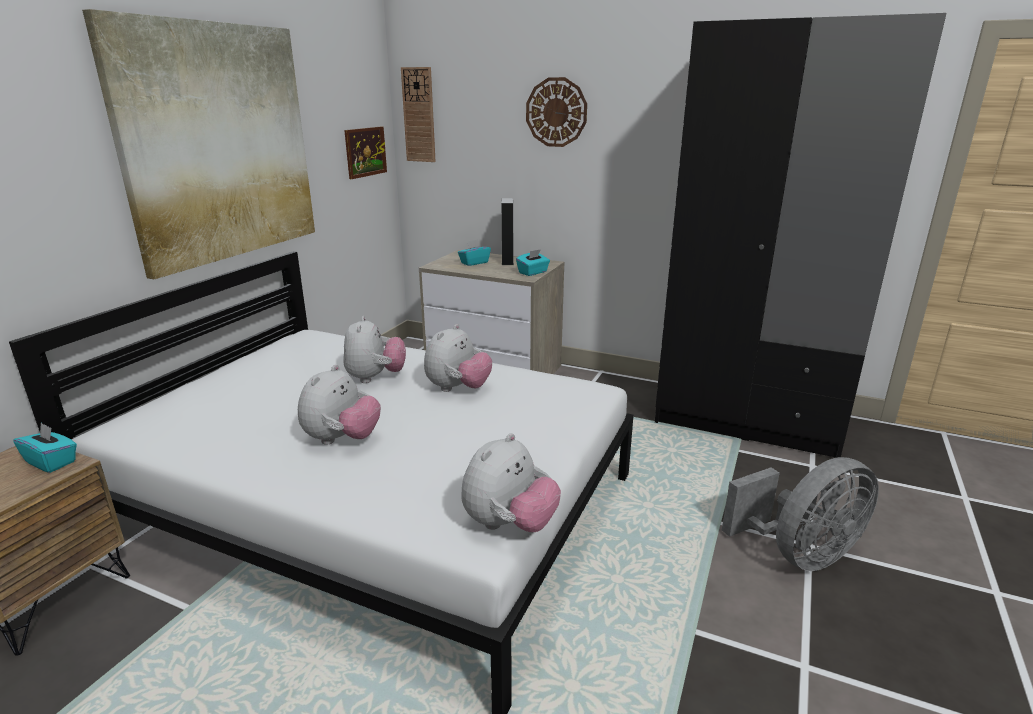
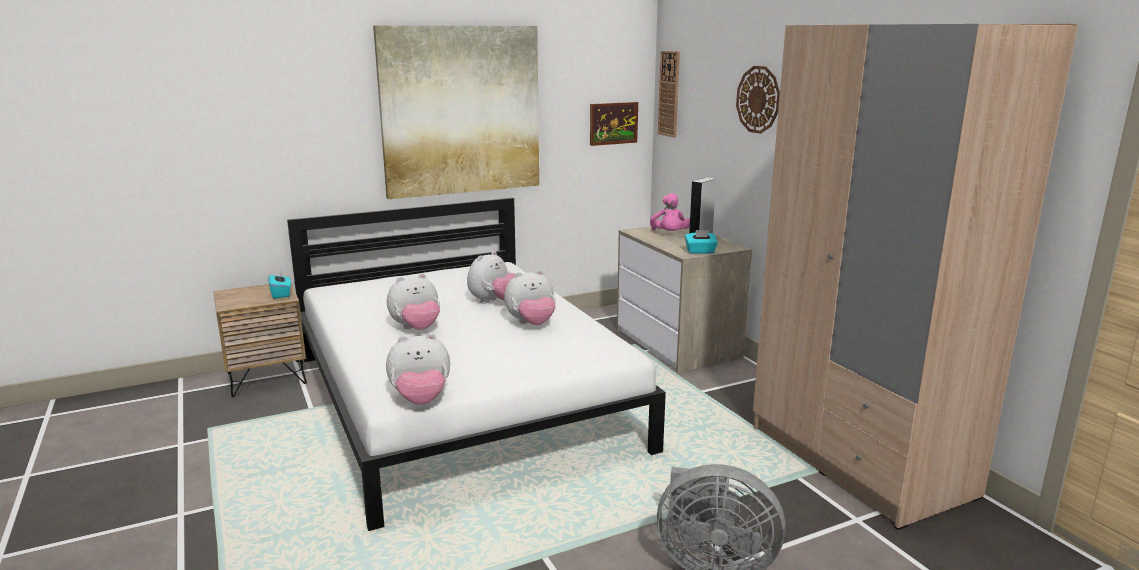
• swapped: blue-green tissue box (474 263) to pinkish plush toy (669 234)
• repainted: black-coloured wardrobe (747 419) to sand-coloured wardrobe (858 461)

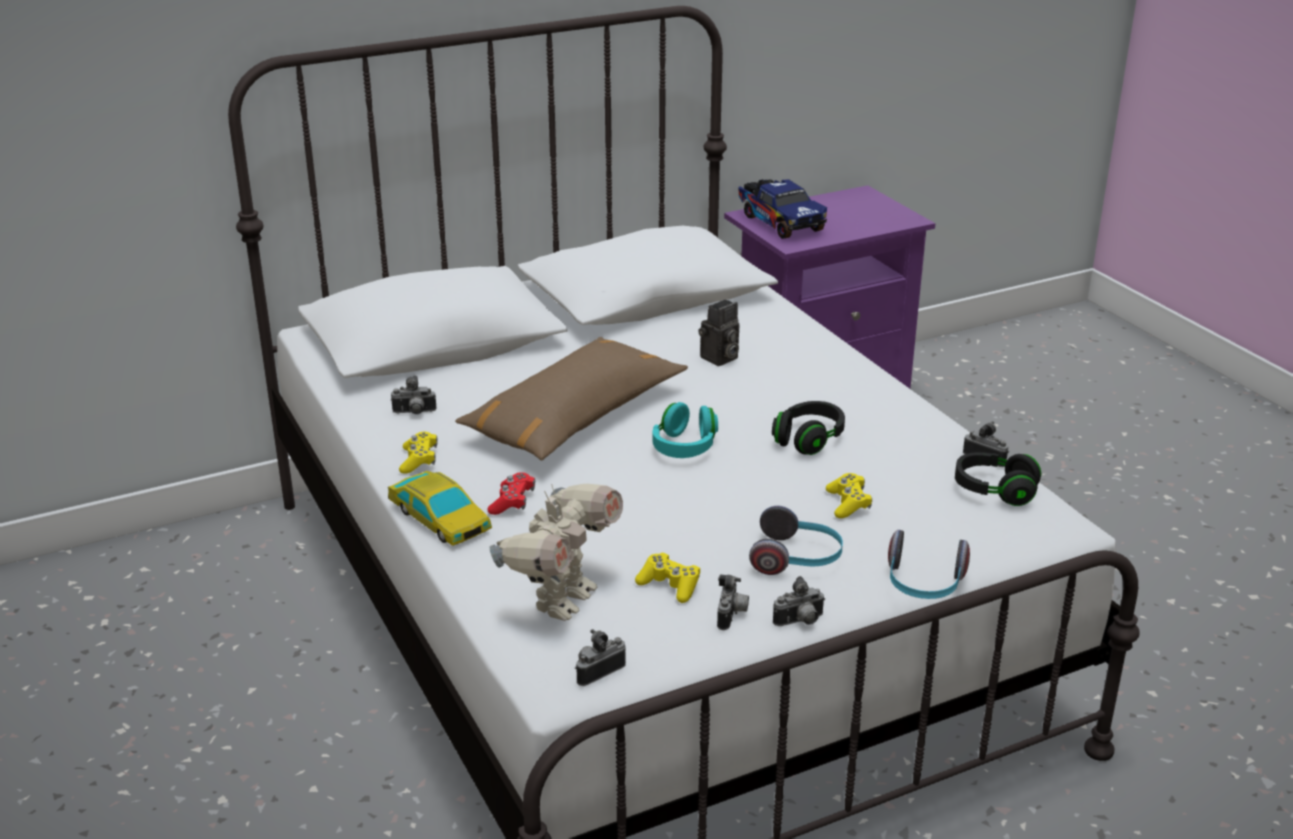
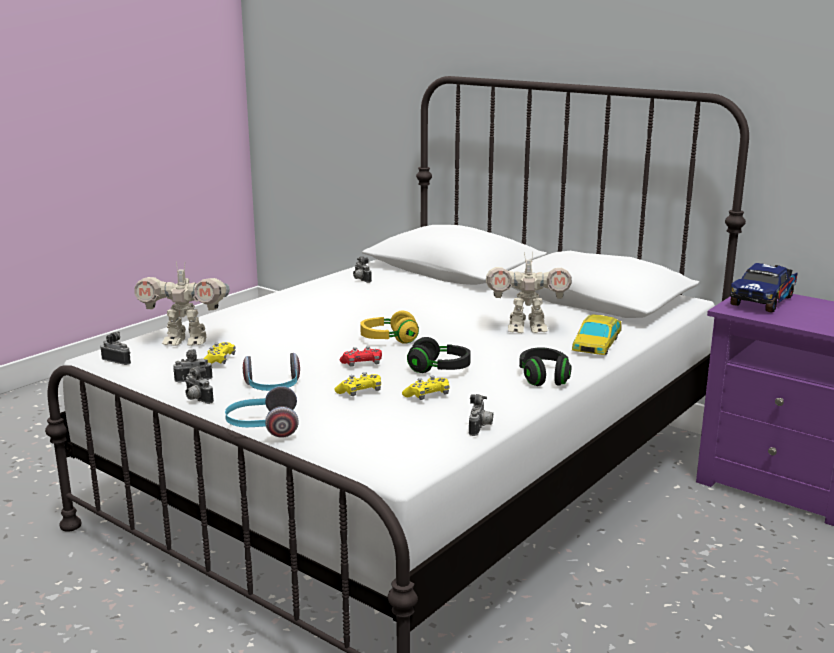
• shifted: red game controller (512 502) to (362 364)
• repainted: blue-green headset (684 447) to yellow headset (389 340)
• shifted: yellow game controller (419 460) to (427 396)
• swapped: photo camera (719 359) to toy robot (526 329)
• shifted: black-coloured headset (994 491) to (544 377)
• shifted: toy car (439 518) to (597 344)
• gone: brownish throw pillow (574 417)

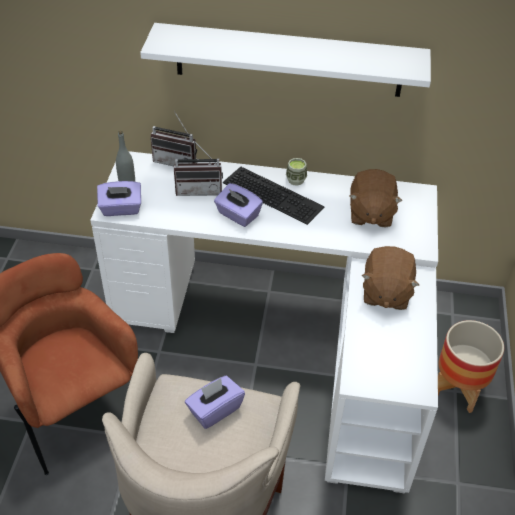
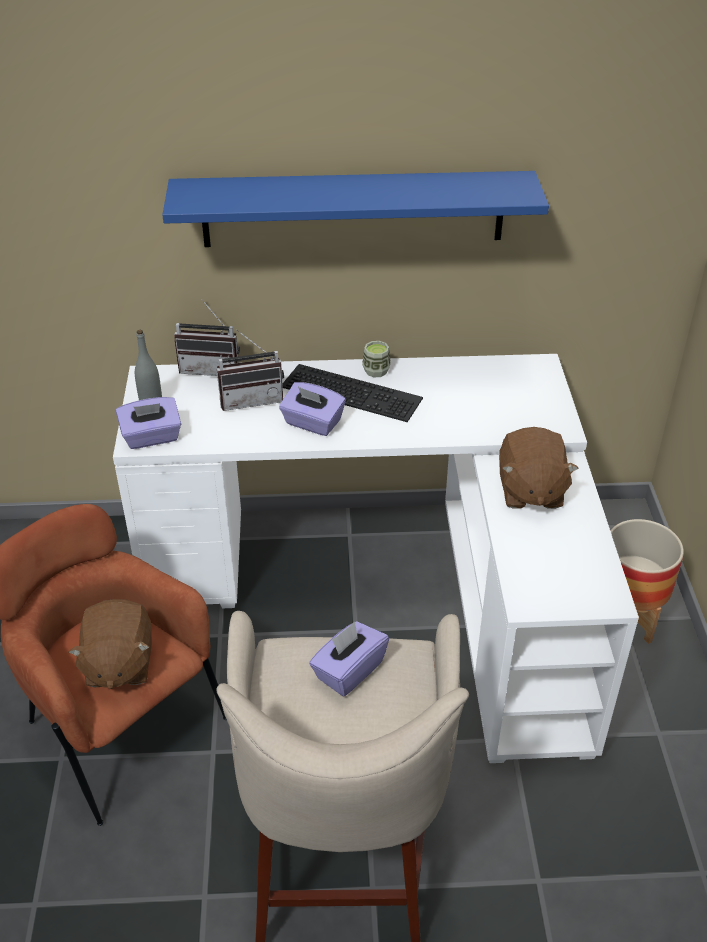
• shifted: brownish plush toy (370 213) to (118 664)
• repainted: whitish bracket shelf (288 60) to bluish bracket shelf (353 209)

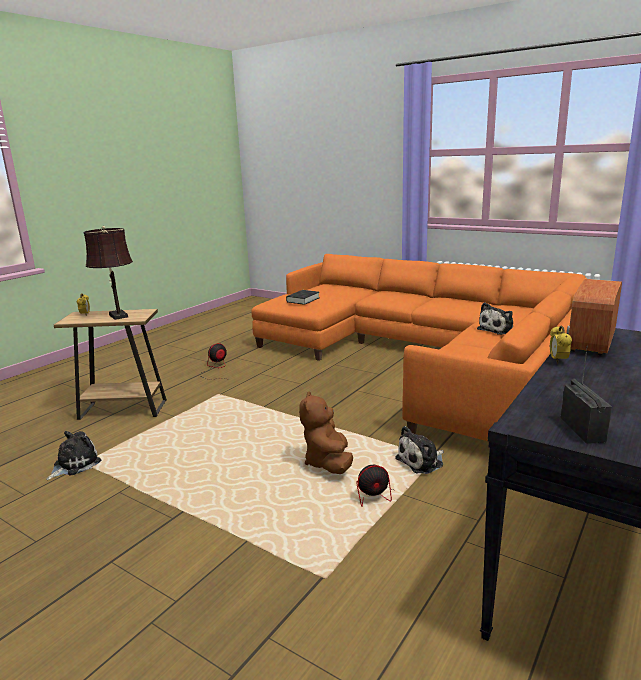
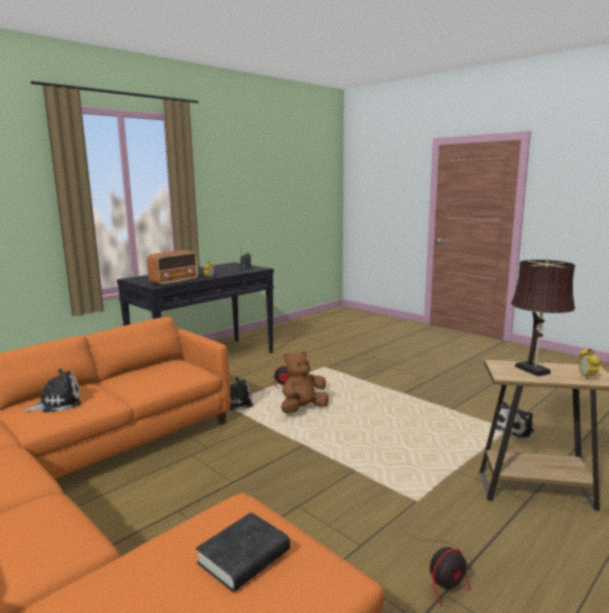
• rotated: brownish plush toy (328 463) = (303 409) 135 degrees counterclockwise

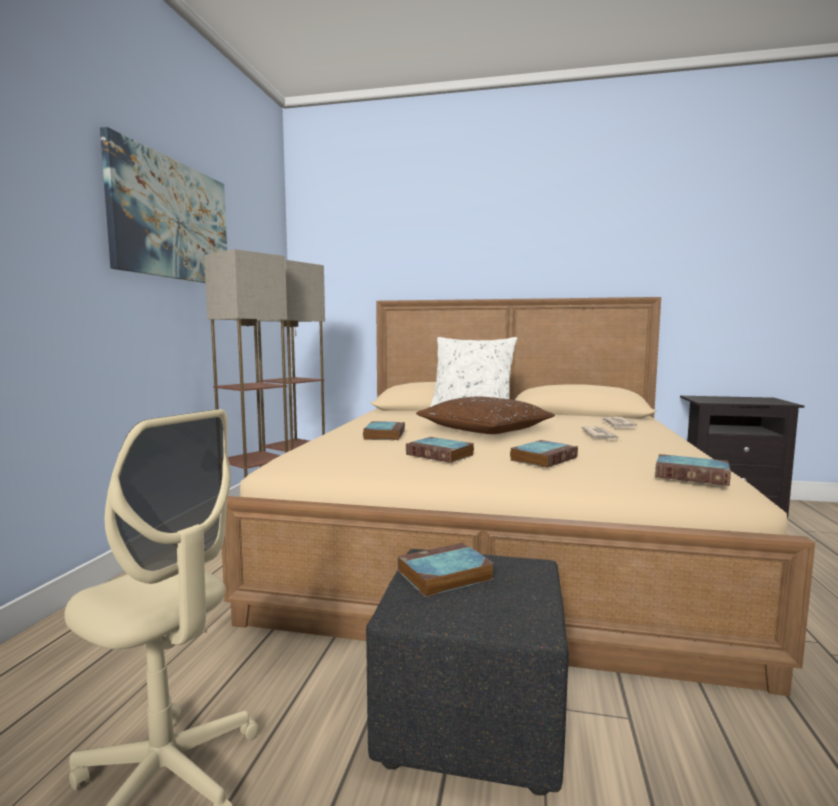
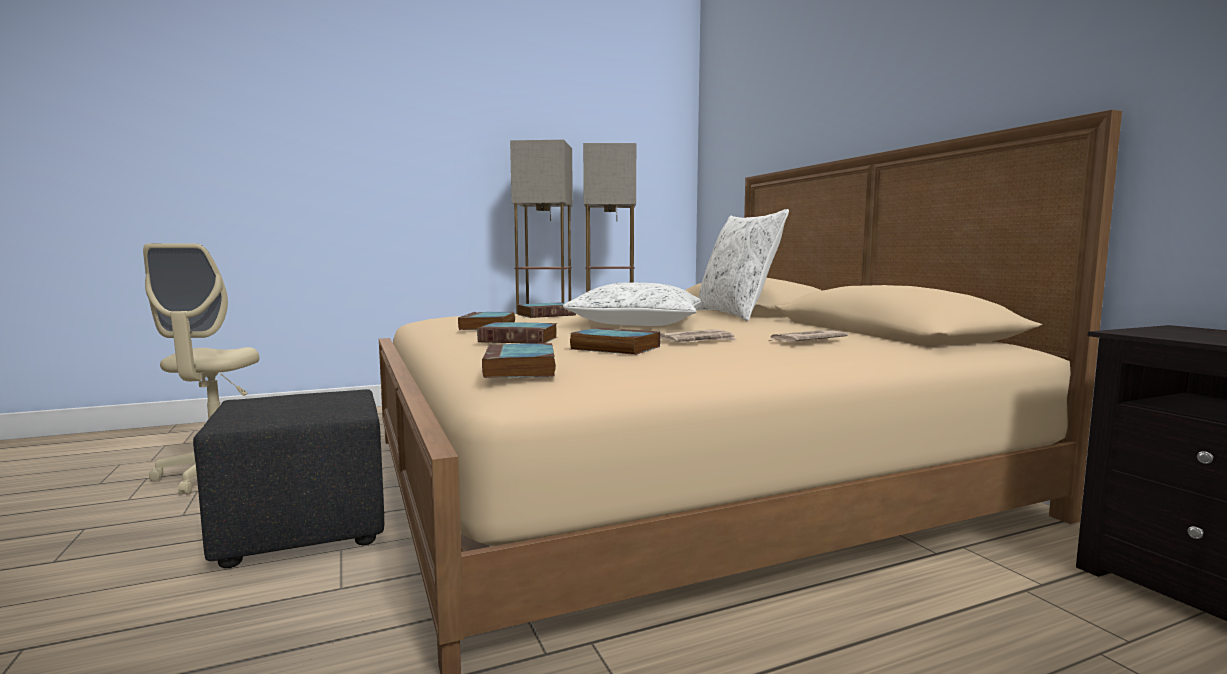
• repainted: brownish throw pillow (484 429) to whitish throw pillow (637 323)
• shifted: volume (443 576) to (613 348)
• gone: wall picture (172 220)

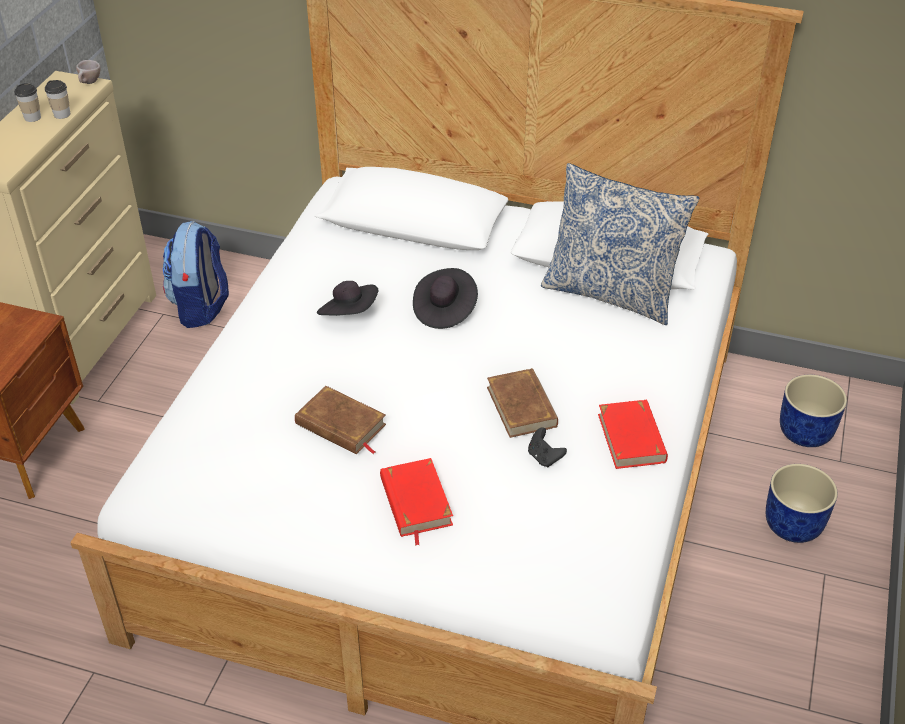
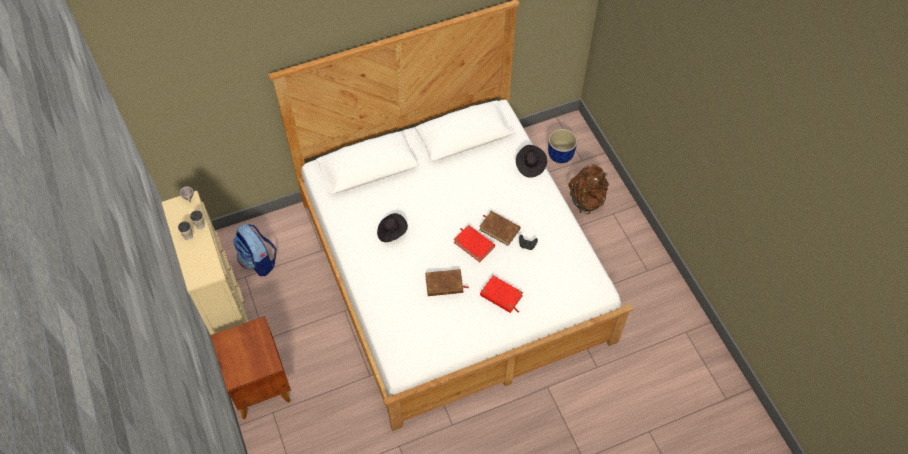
• shifted: red volume (632 438) to (474 244)
• shifted: black-coloured clothing hat (444 310) to (530 165)
• swapped: bluish plant pot (793 523) to brownish knapsack (587 199)
• gone: throw pillow (611 293)

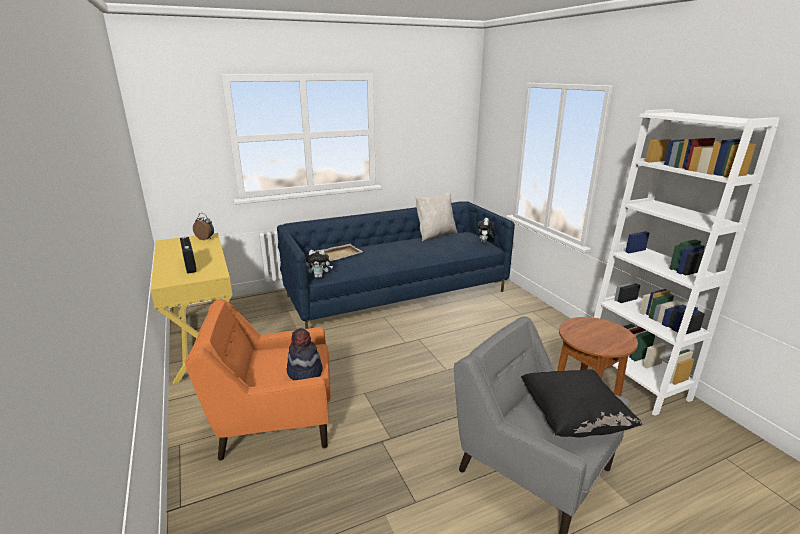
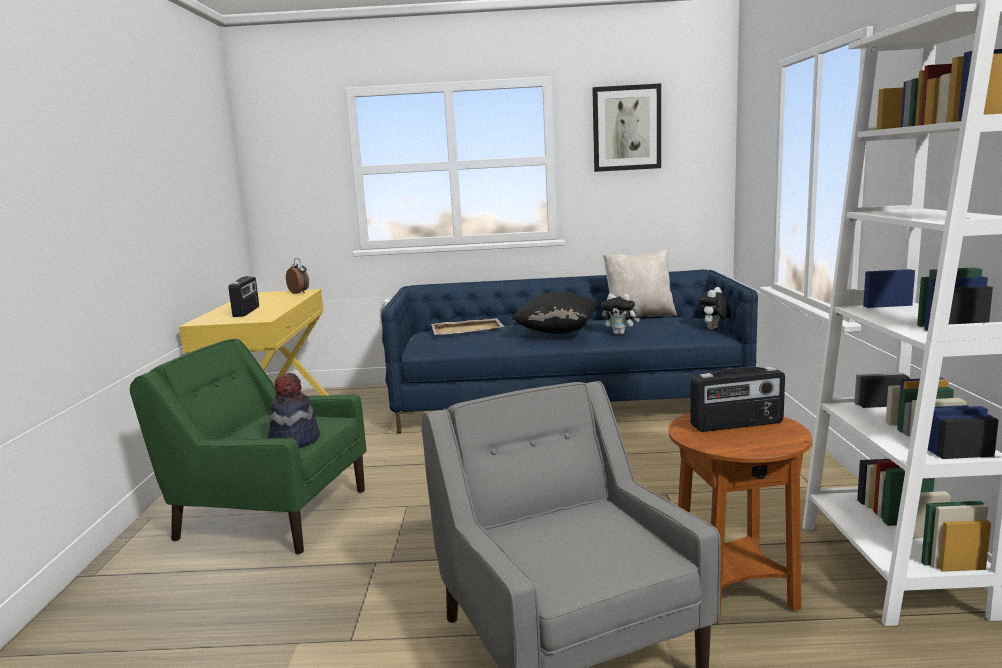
• repainted: orange lounge chair (274 420) to greenish lounge chair (270 514)
• shifted: black-coloured throw pillow (573 419) to (557 331)
• new: wall picture (626 128)
• shifted: plush toy (319 276) to (620 334)
• new: radio receiver (737 425)

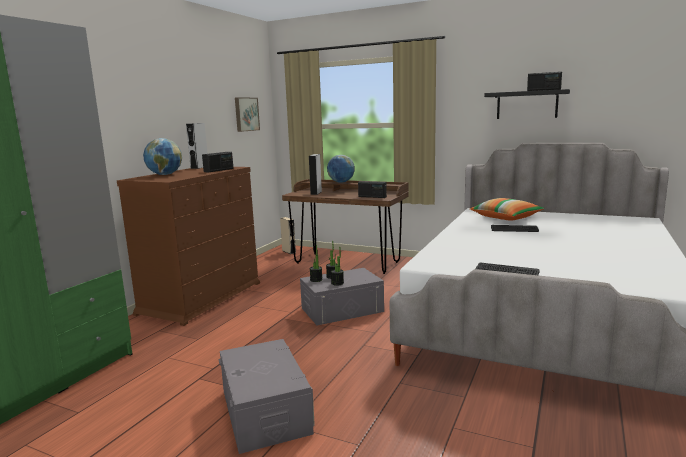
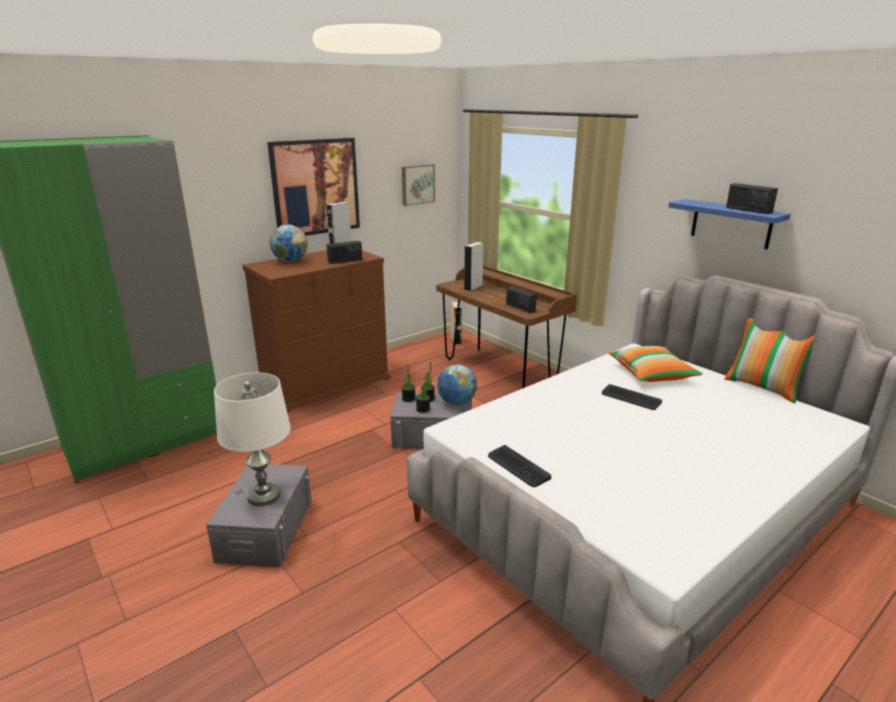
• new: whitish table lamp (264 496)
• new: wall picture (315 187)
• shifted: world globe (341 182) to (456 402)
• repainted: black-coloured bracket shelf (527 105) to bluish bracket shelf (731 224)
• new: throw pillow (763 387)

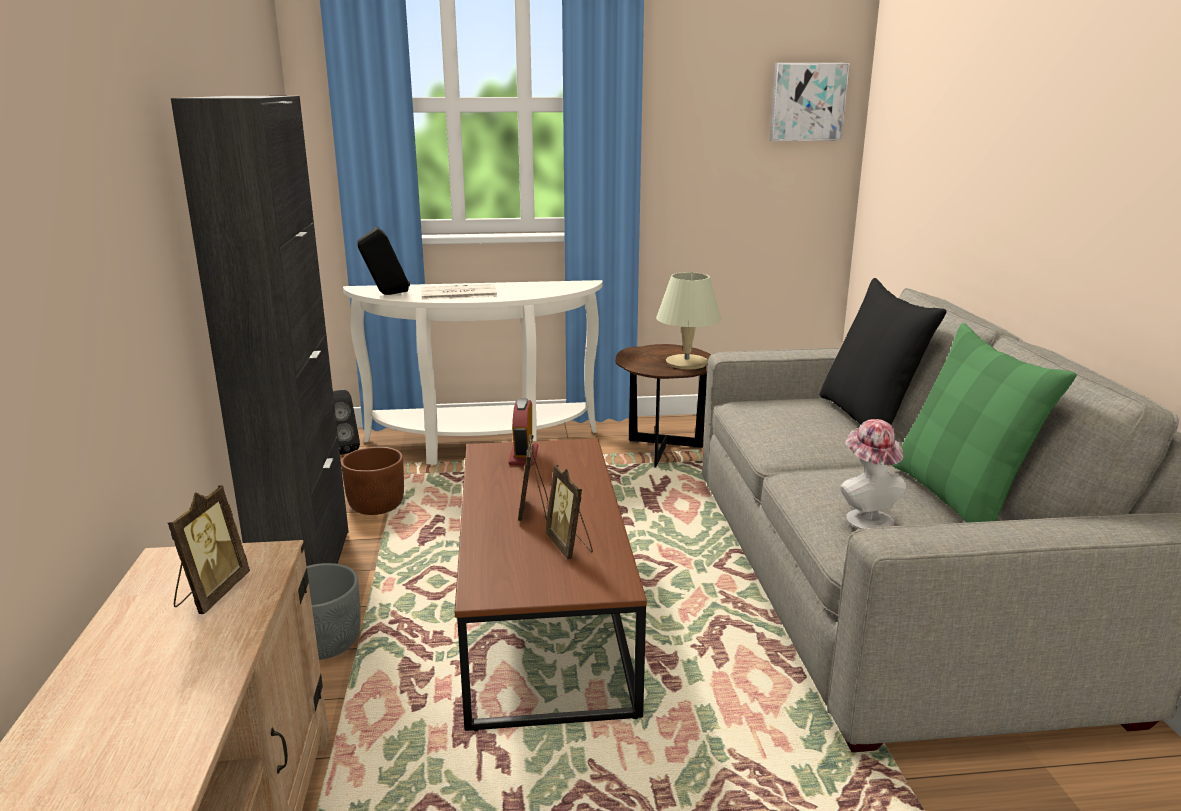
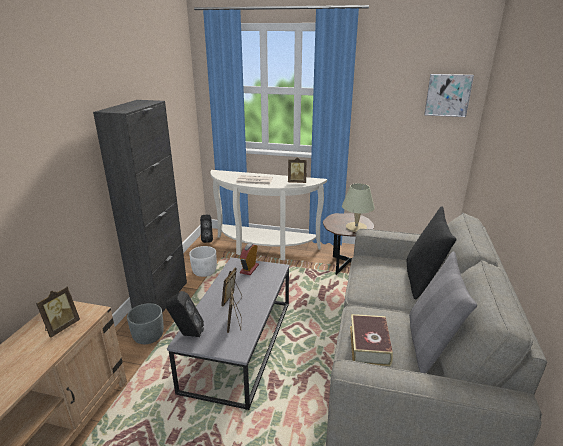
• shifted: black-coloured audio speaker (386 294) to (187 334)
• repainted: brownish coffee table (543 614) to grey coffee table (239 344)
• repainted: brownish plant pot (376 506) to whitish plant pot (204 272)
• new: photo frame (297 182)
• swapped: clothing hat (865 517) to volume (369 345)
• repainted: greenish throw pillow (957 498) to grey throw pillow (429 344)

